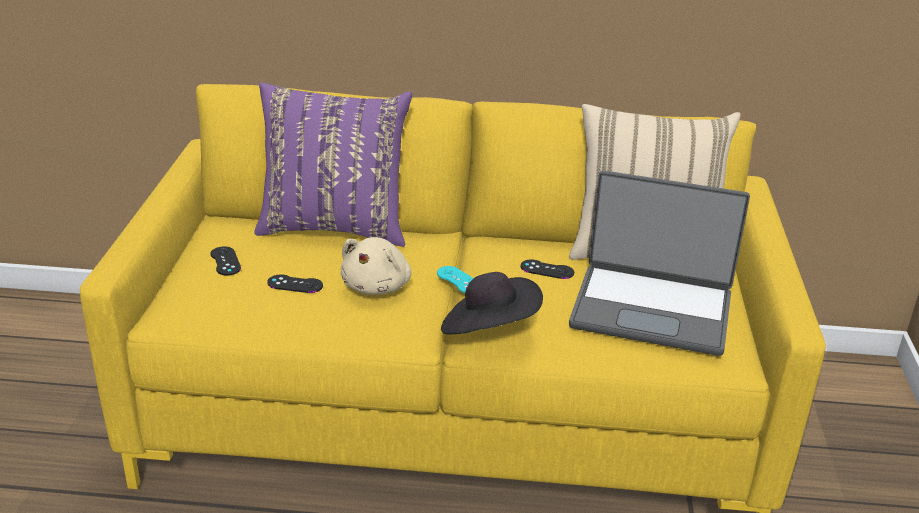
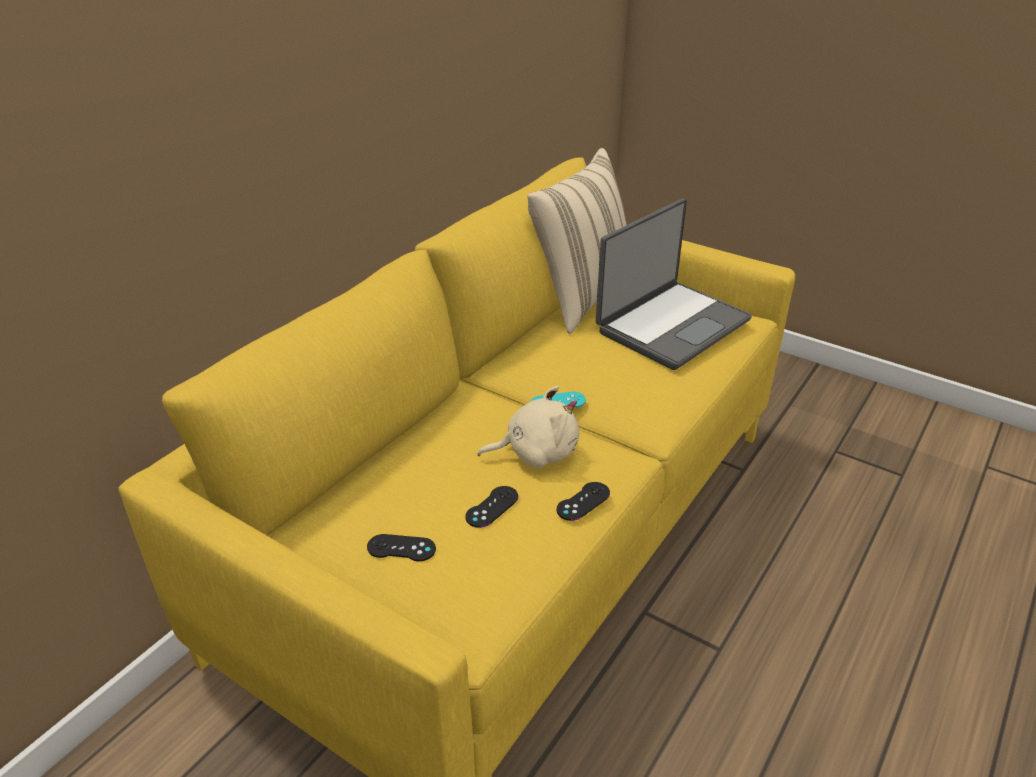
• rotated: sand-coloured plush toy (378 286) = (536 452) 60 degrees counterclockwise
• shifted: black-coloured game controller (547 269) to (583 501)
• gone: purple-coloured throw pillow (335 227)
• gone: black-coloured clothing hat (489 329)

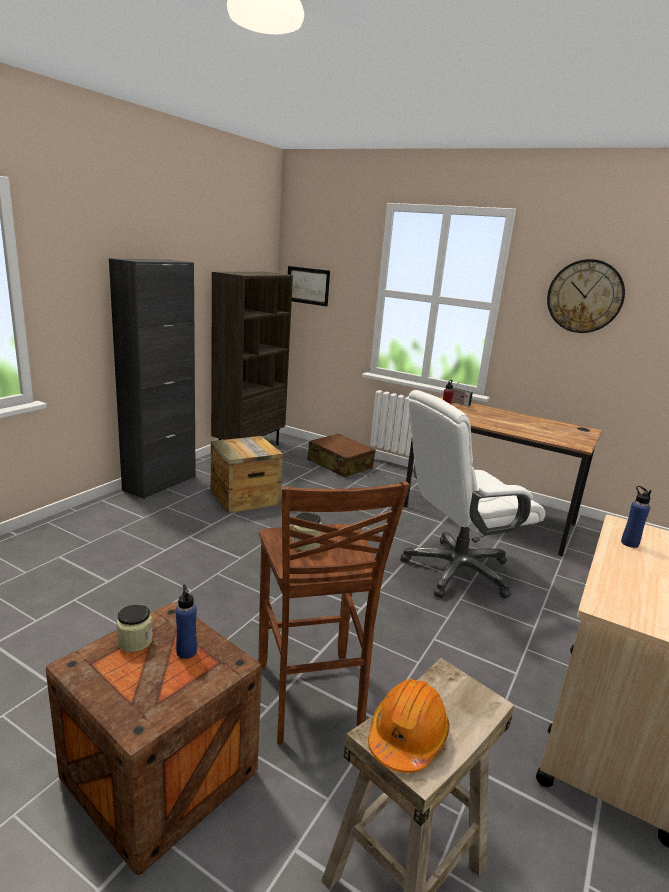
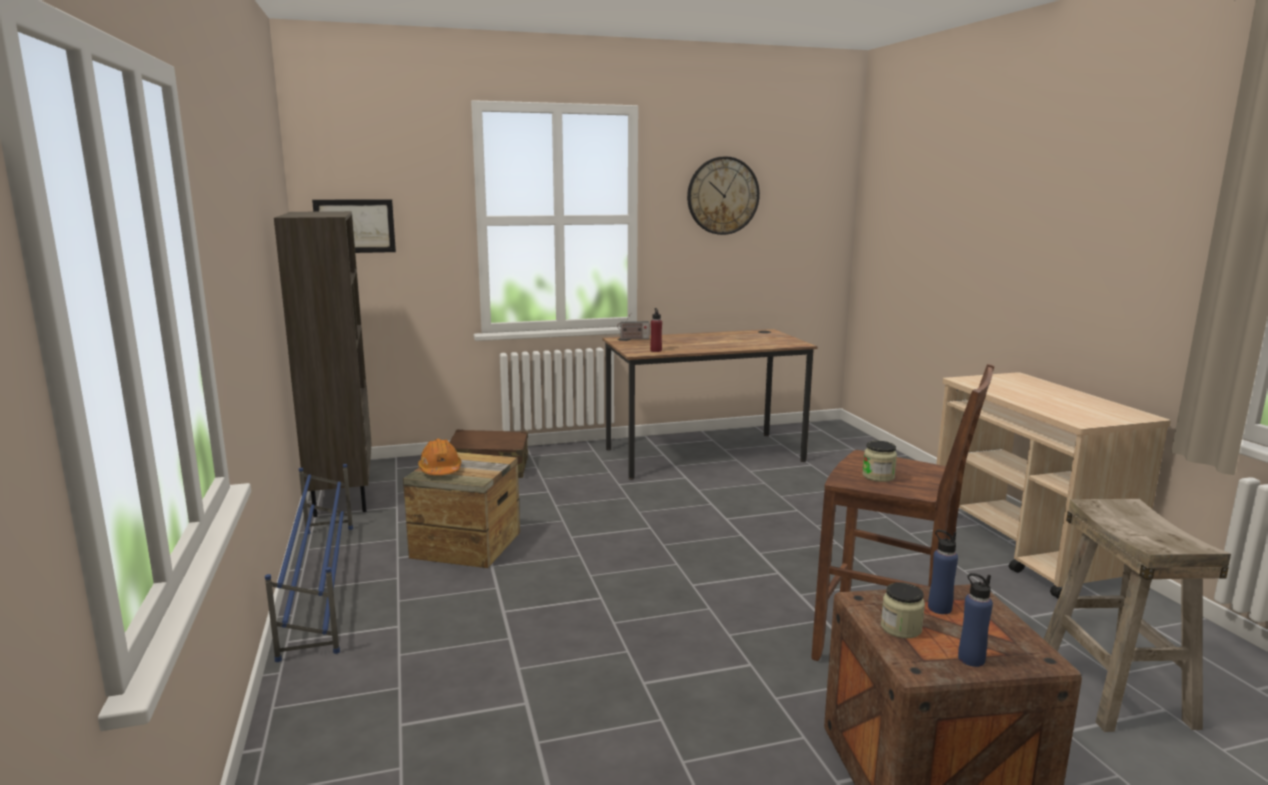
• swapped: black-coloured storage cabinet (160 483) to bluish shoe stand (321 583)
• shifted: orange hard hat (407 736) to (440 470)
• shifted: bluish drink bottle (629 543) to (971 659)
• gone: whitish office chair (456 571)

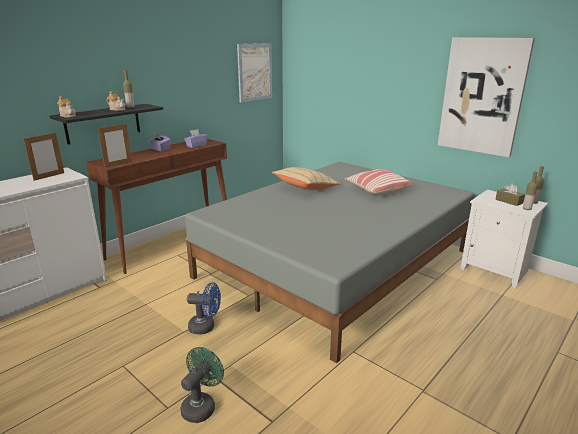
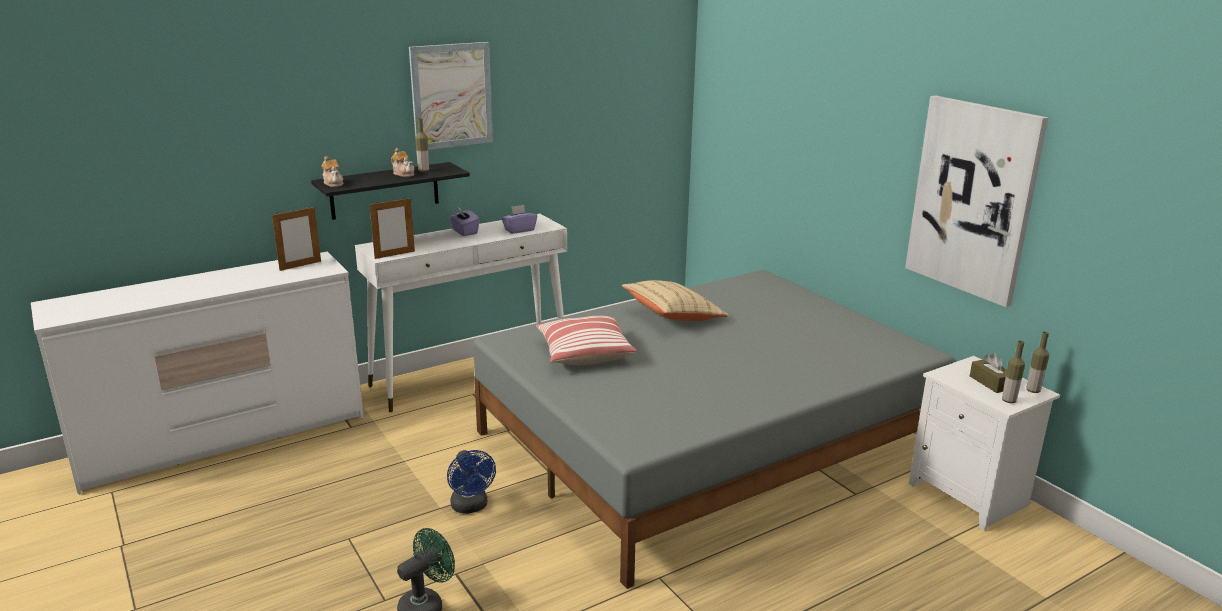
• repainted: brownish console table (172 243) to whitish console table (472 374)
• shifted: wall picture (254 72) to (451 96)
• rotated: bluish electric fan (206 327) = (471 507) 45 degrees clockwise
• shifted: throw pillow (377 190) to (584 353)

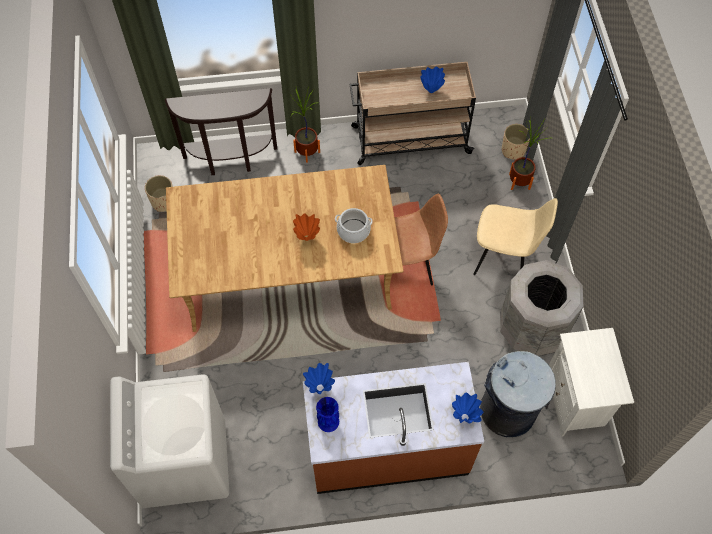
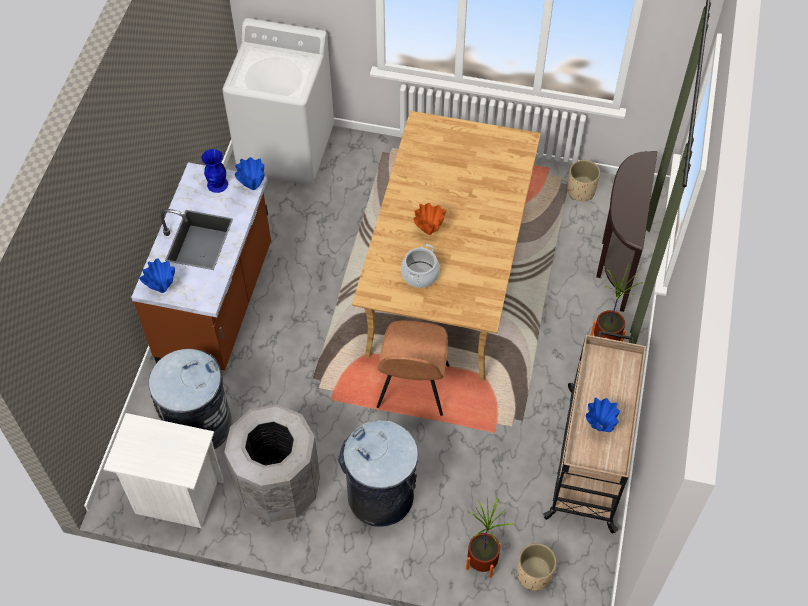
• swapped: sand-coloured chair (504 258) to grey trash can (380 497)

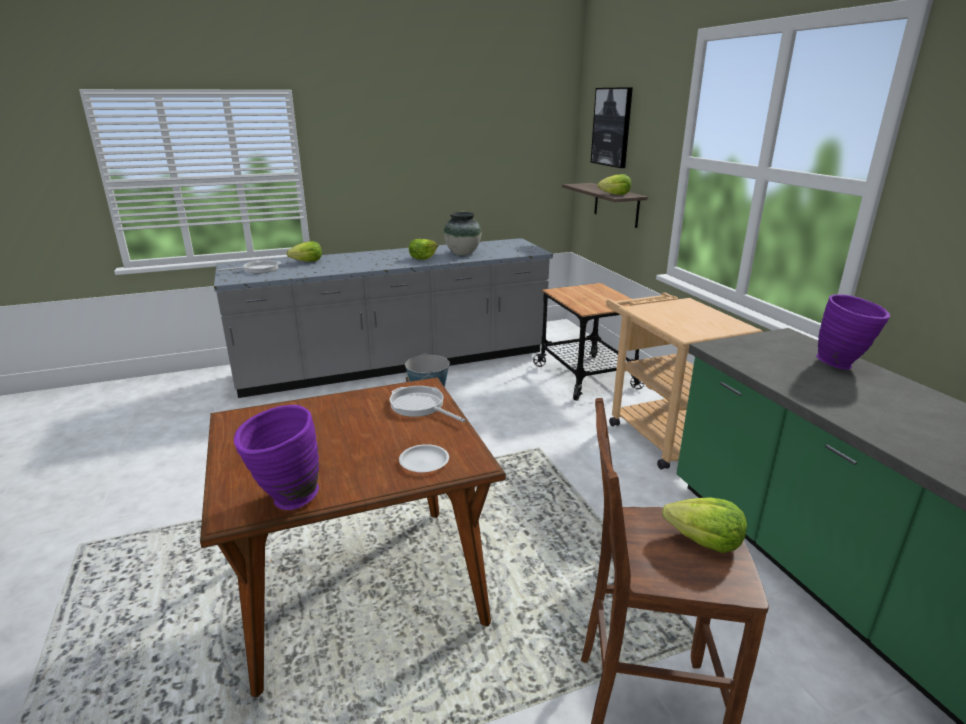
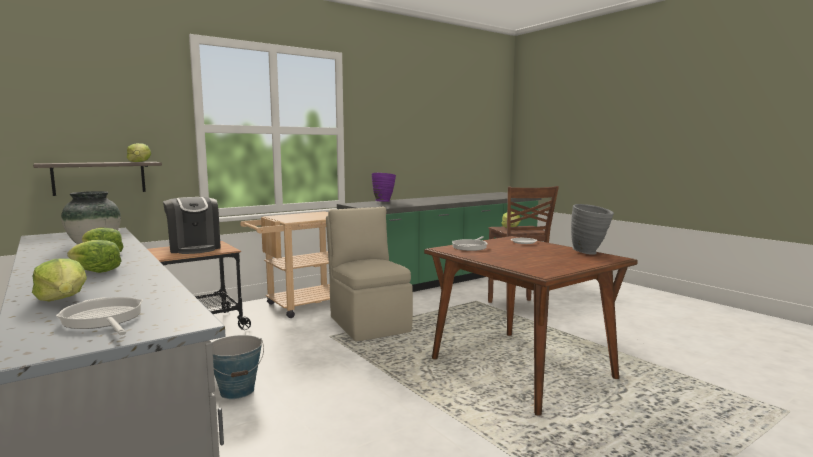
• new: head of lettuce (95 271)
• new: coffee brewer (194 248)
• new: sand-coloured chair (369 323)
• repainted: purple-coloured decorative vase (285 501) to grey decorative vase (590 253)
• gone: wall picture (612 127)

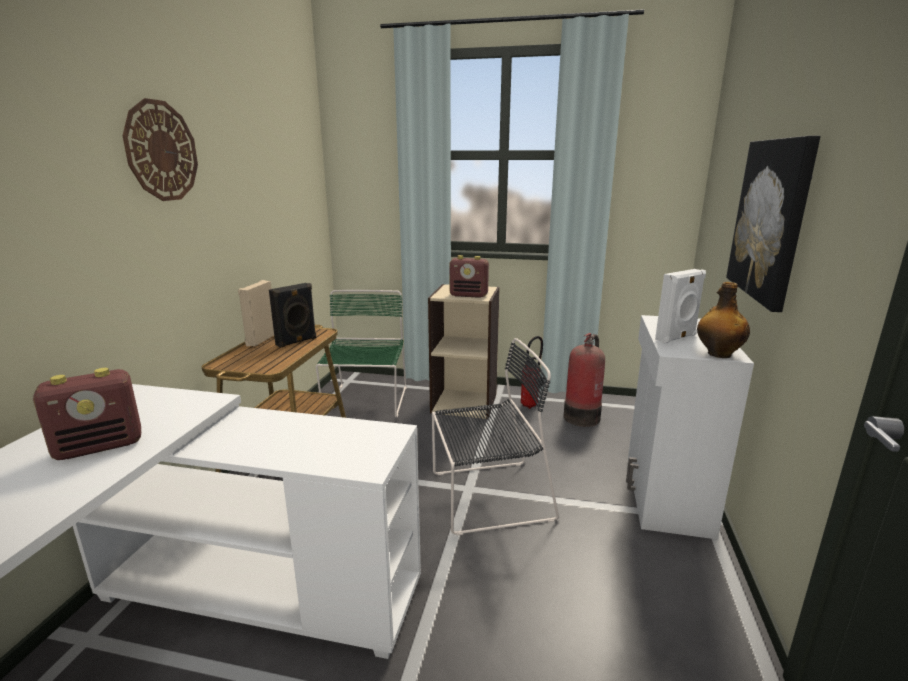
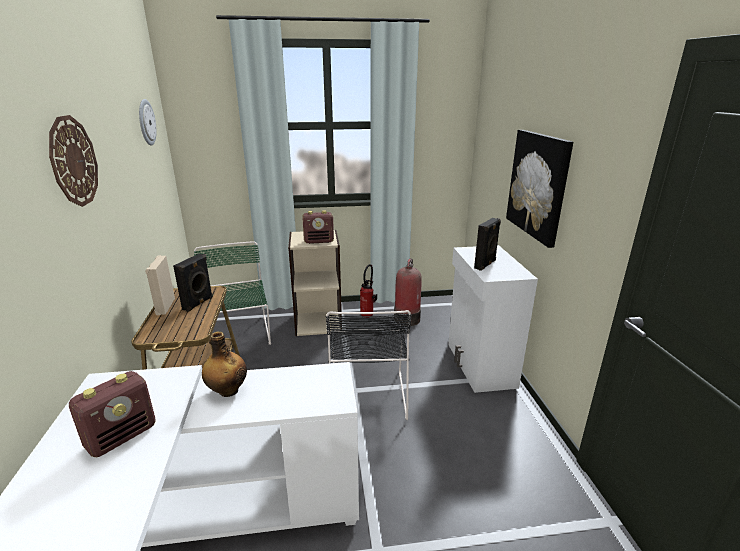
• new: clock on the wall (146 122)
• shifted: drink bottle (718 354) to (227 390)
• rotated: black-coloured chair (486 496) = (368 393) 120 degrees clockwise
• repainted: whitish audio speaker (676 338) to black-coloured audio speaker (485 265)

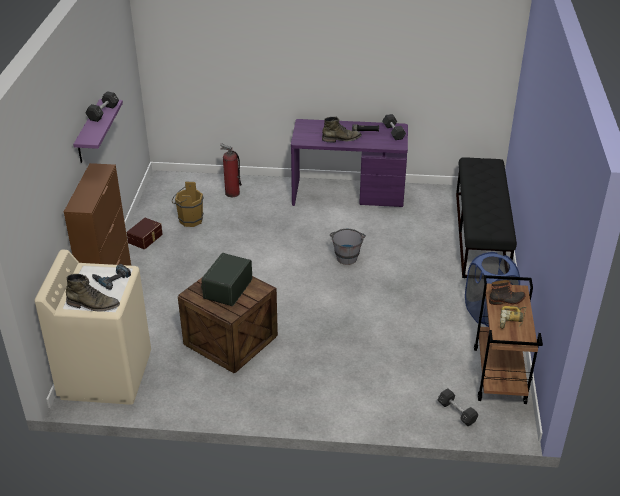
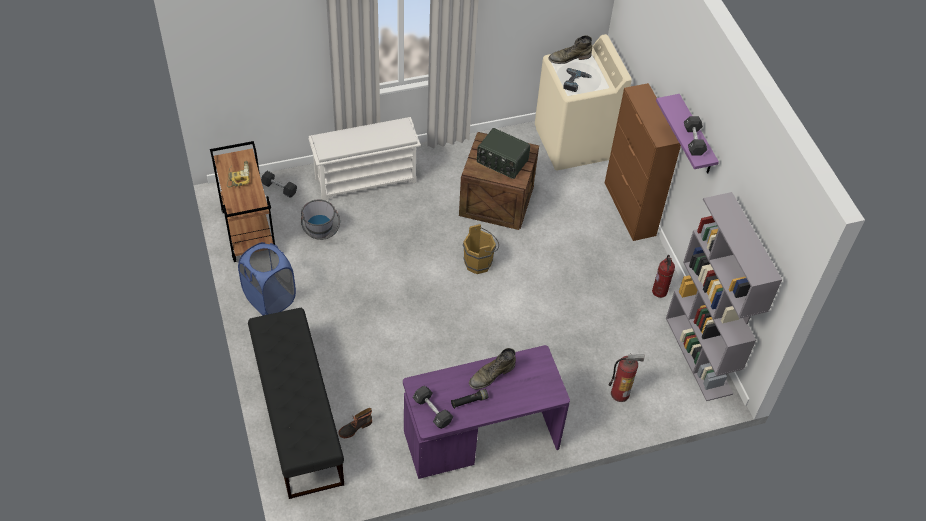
• shifted: grey pail (346 255) to (321 233)
• new: whitish shoe stand (366 179)
• shifted: high-top boot (507 300) to (355 427)
• shifted: brownish pail (189 220) to (480 263)
• rotated: radio receiver (227 289) = (502 162) 120 degrees clockwise
• swapped: brownish storage box (146 238) to extinguisher (660 291)
• new: grey bookshelf (699 355)

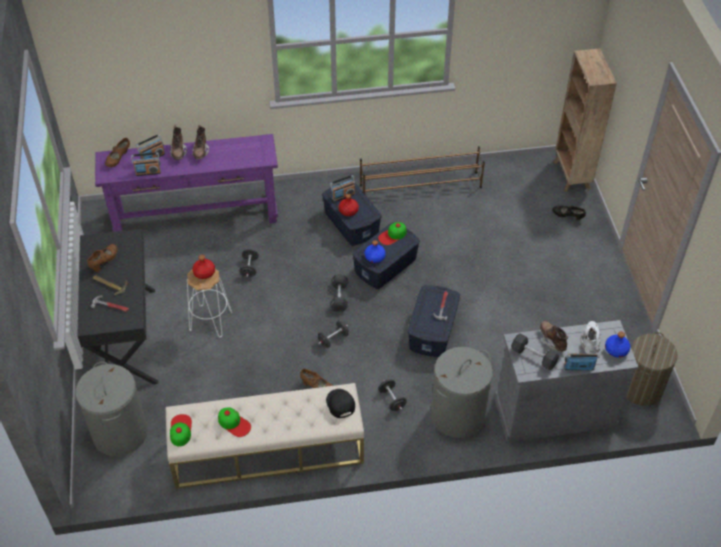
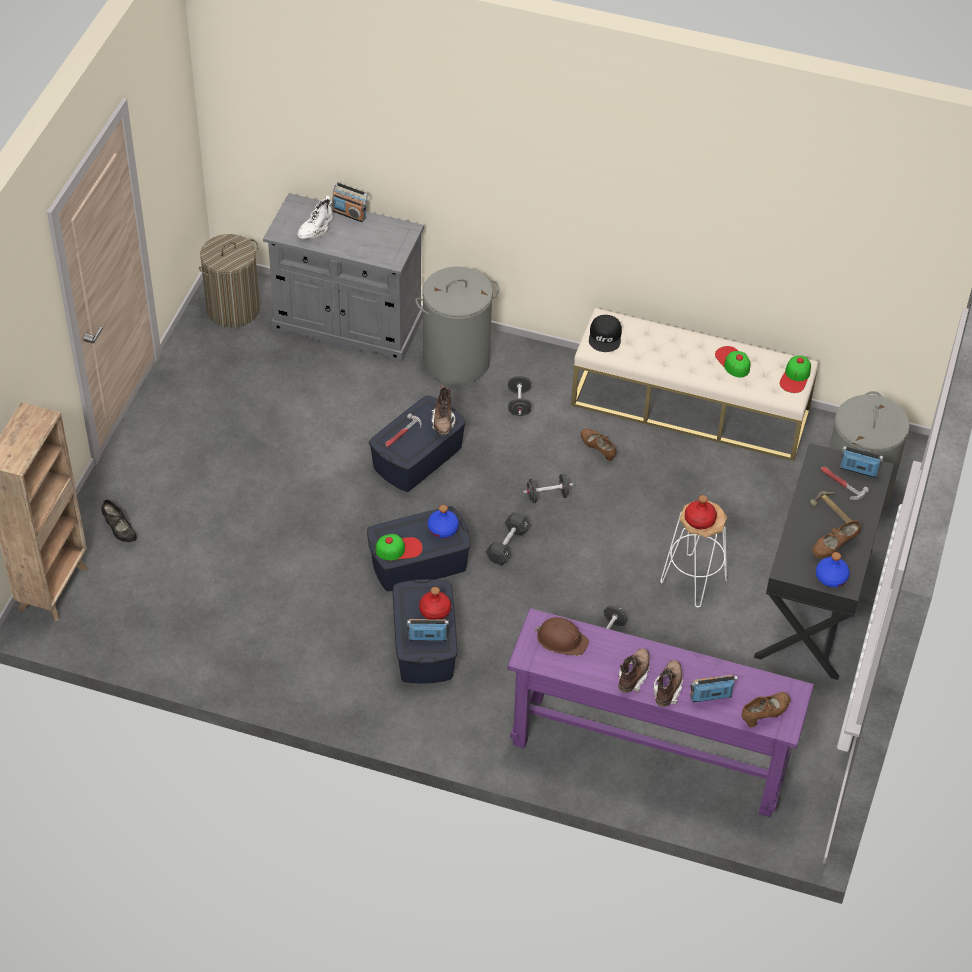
• shifted: brownish high-top boot (552 340) to (443 423)
• new: brownish hard hat (561 639)
• shifted: bluish drink bottle (616 350) to (831 577)
• shifted: radio receiver (148 172) to (858 470)
• gone: brownish shoe stand (421 186)
• gone: black-coloured free weight (533 356)

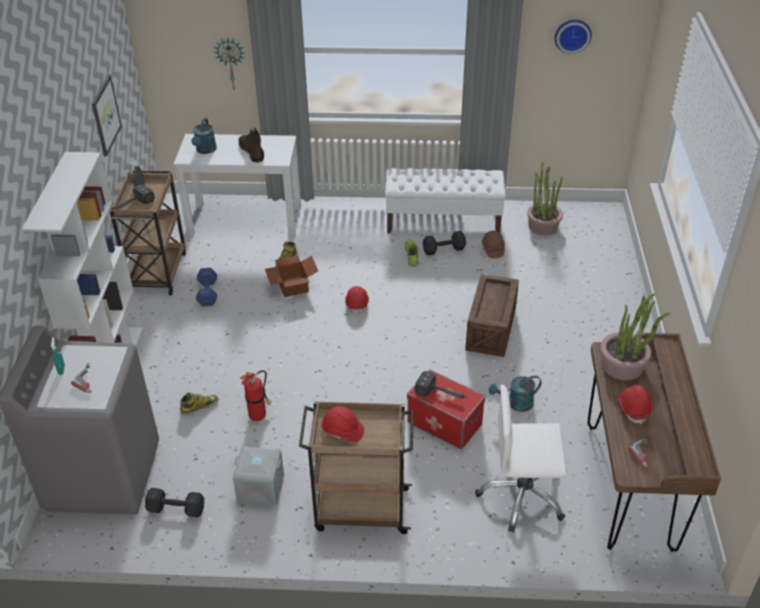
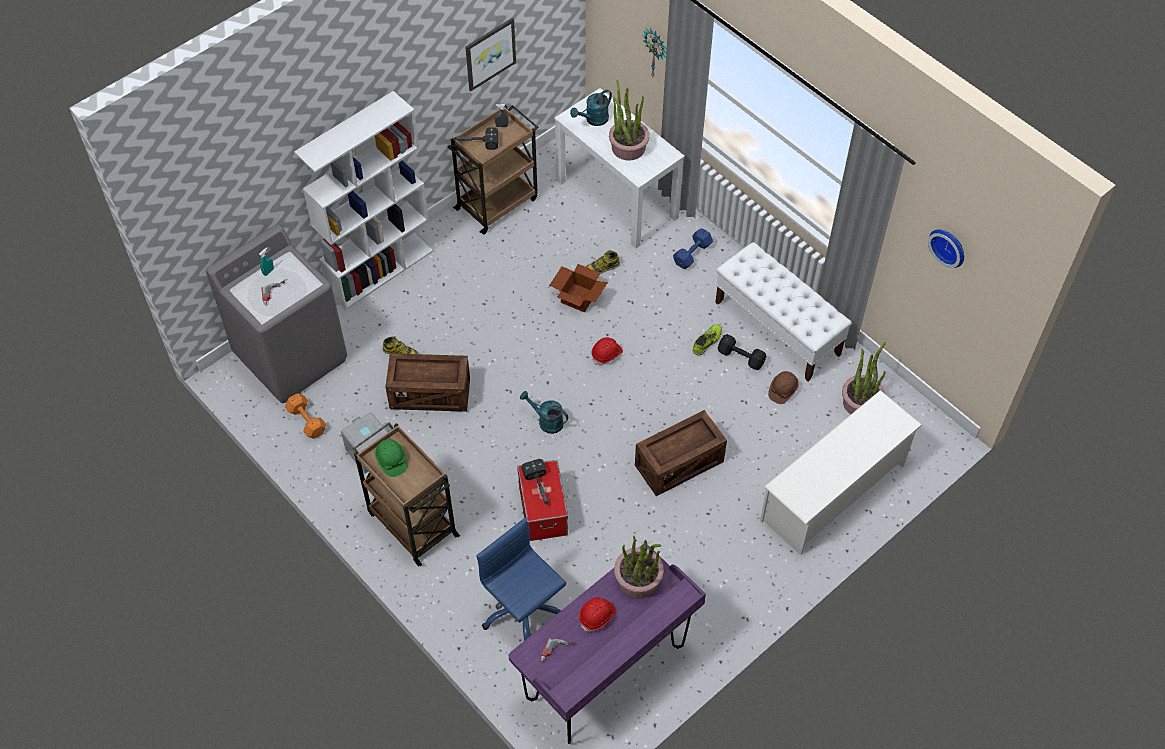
• repainted: black-coloured free weight (175 508) to orange free weight (306 420)
• repainted: red hard hat (342 431) to greenish hard hat (391 461)
• swapped: extinguisher (259 415) to shipping crate (430 394)
• repainted: whitish office chair (522 496) to bluish office chair (523 611)
• repainted: brownish desk unit (629 486) to purple-coloured desk unit (606 674)
• shifted: blue-green watering can (516 404) to (546 421)
• swapped: brownish high-top boot (251 151) to plant in a pot (628 147)
• shifted: bluish free weight (208 293) to (693 253)
• new: whitish shoe stand (833 492)

